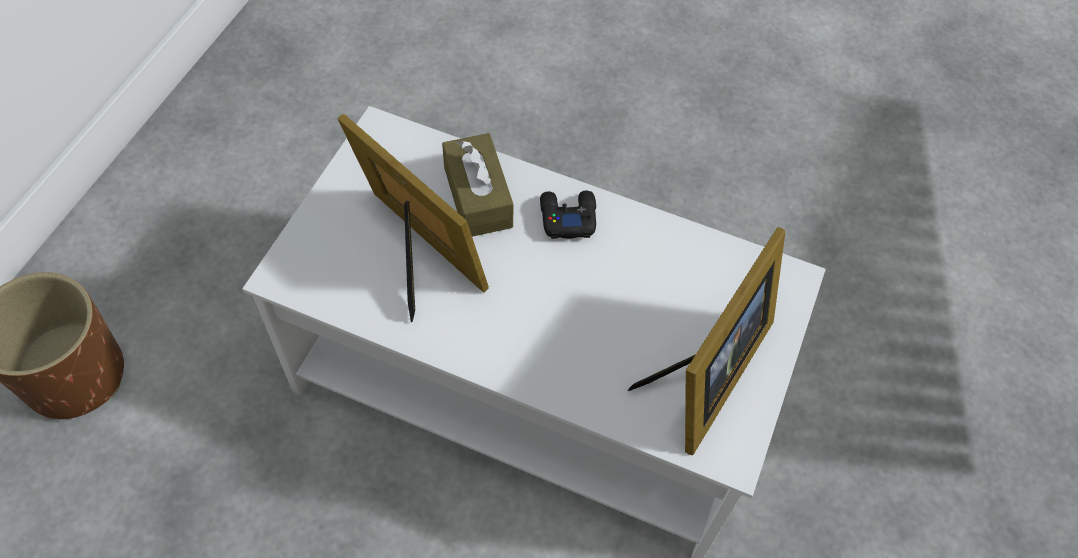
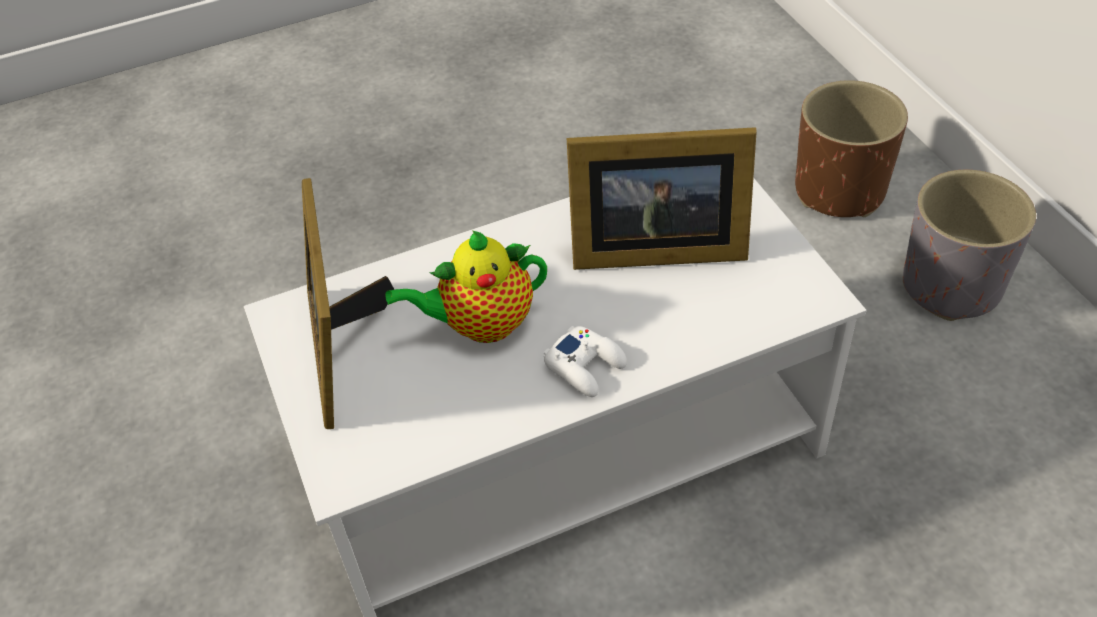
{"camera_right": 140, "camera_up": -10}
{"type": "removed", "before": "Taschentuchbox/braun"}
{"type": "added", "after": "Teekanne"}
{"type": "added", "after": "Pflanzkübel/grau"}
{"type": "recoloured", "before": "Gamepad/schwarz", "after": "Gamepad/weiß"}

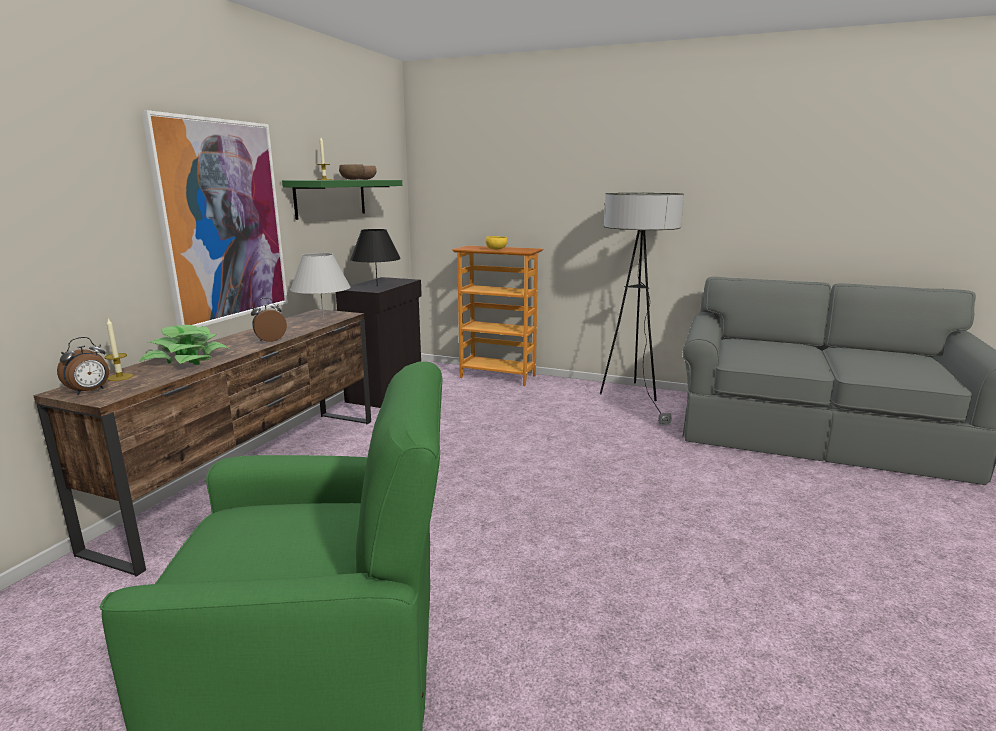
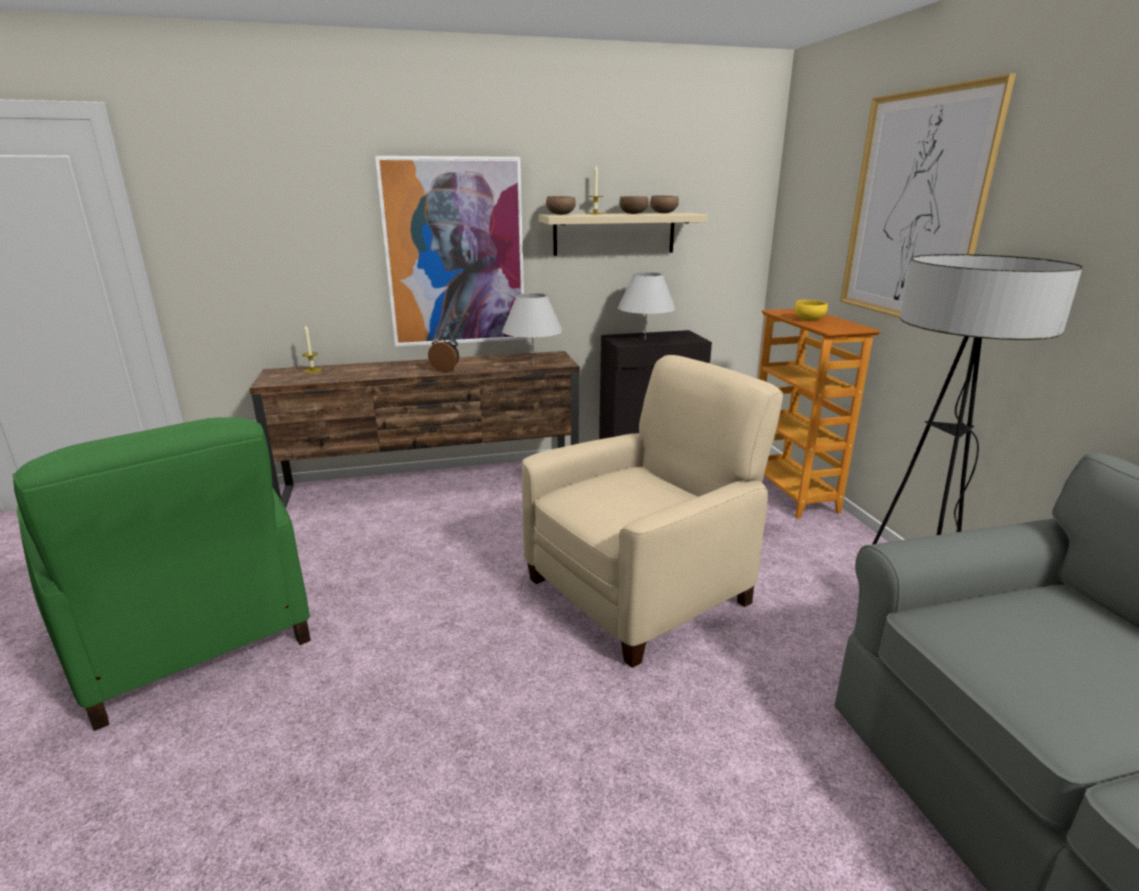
{"camera_right": 55, "camera_up": 5}
{"type": "removed", "before": "Wecker (1st from left)"}
{"type": "removed", "before": "Topfpflanze"}
{"type": "added", "after": "Sessel/beige"}
{"type": "added", "after": "Schüssel/braun (1st from left)"}
{"type": "added", "after": "Bild (2nd from left)"}
{"type": "recoloured", "before": "Wandregal/grün", "after": "Wandregal/beige"}
{"type": "recoloured", "before": "Tischlampe/schwarz", "after": "Tischlampe/weiß (2nd from left)"}

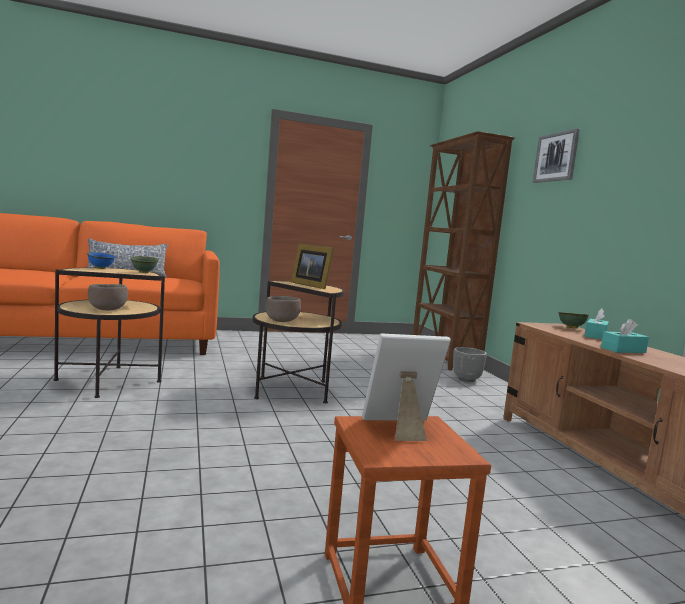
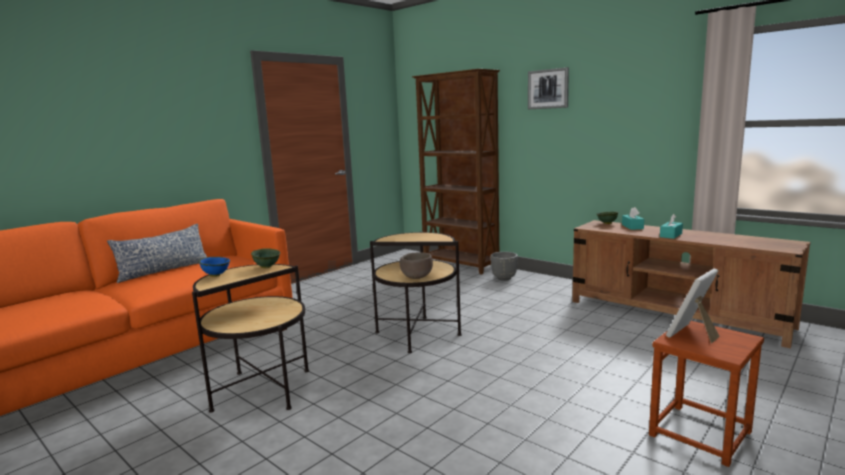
{"camera_right": -30, "camera_up": 5}
{"type": "removed", "before": "Schüssel/braun (1st from left)"}
{"type": "removed", "before": "Bilderrahmen (1st from left)"}

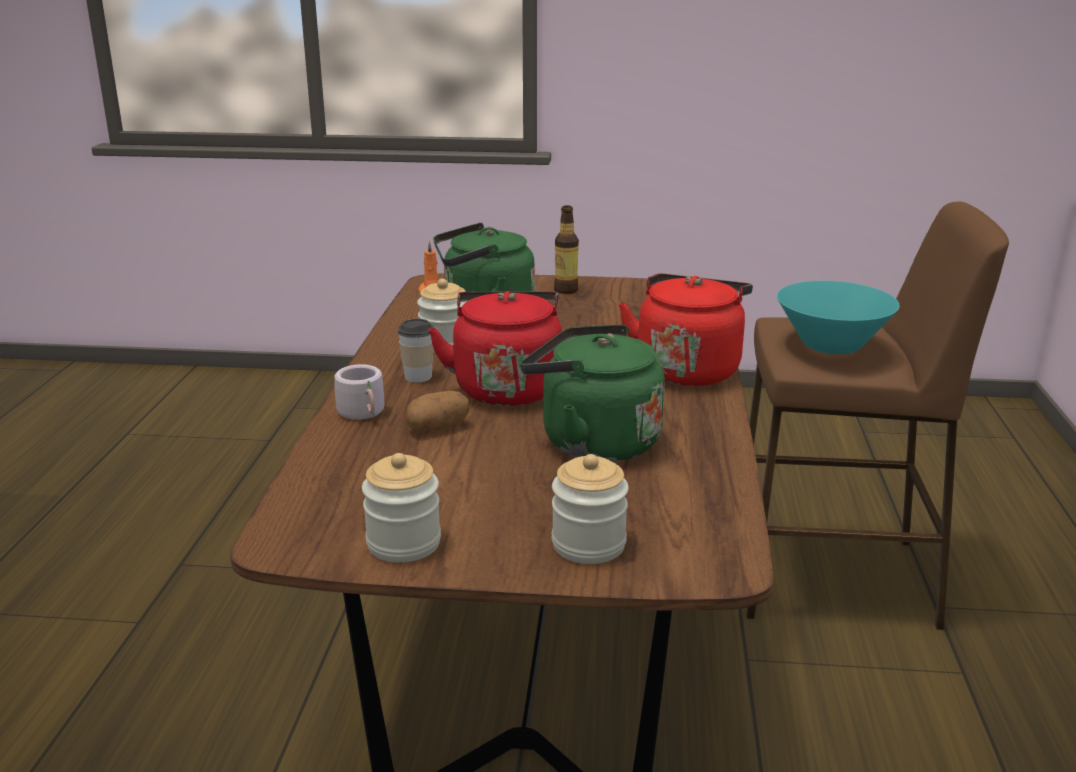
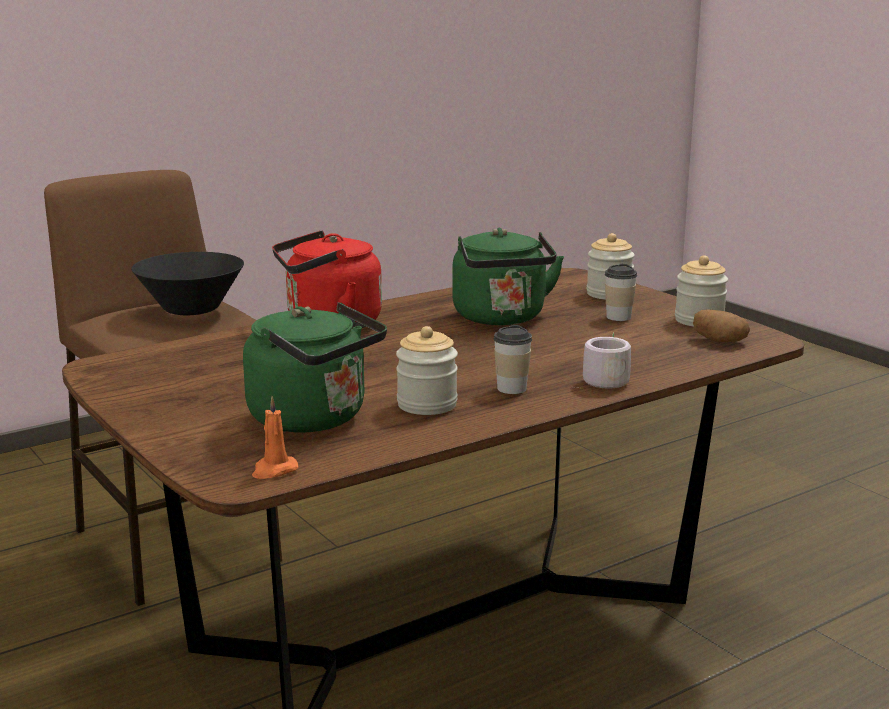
{"camera_right": -130, "camera_up": -5}
{"type": "removed", "before": "Wasserkessel/rot (1st from left)"}
{"type": "removed", "before": "Flasche"}
{"type": "added", "after": "Tasse (2nd from left)"}
{"type": "moved", "before": "Kartoffel"}
{"type": "recoloured", "before": "Schüssel/türkis", "after": "Schüssel/schwarz"}

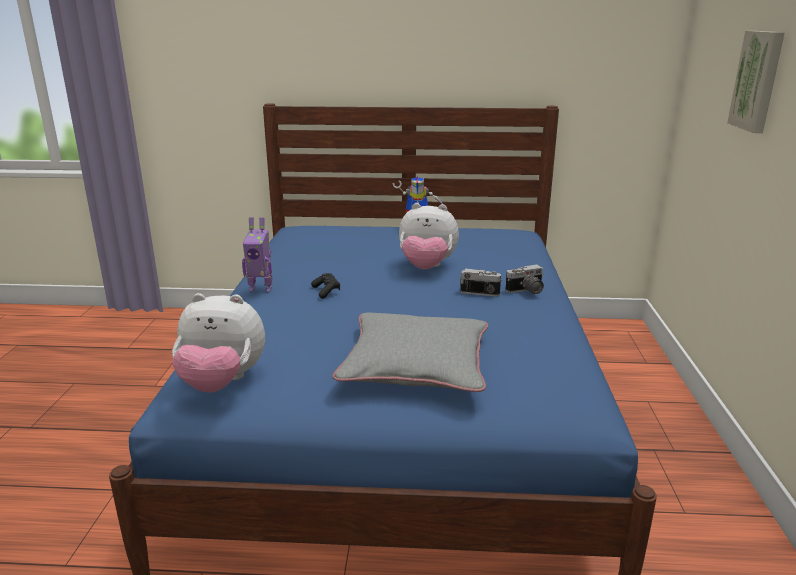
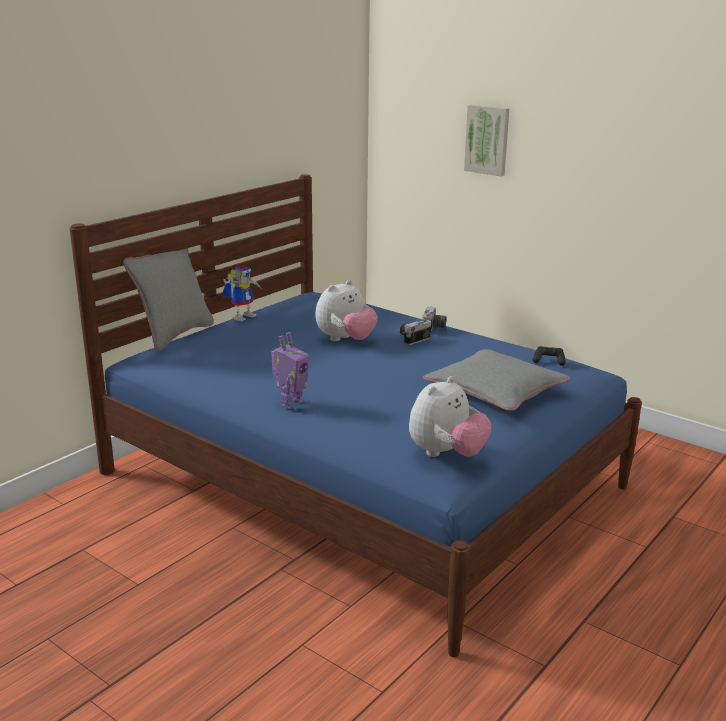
{"camera_right": -55, "camera_up": 0}
{"type": "added", "after": "Kissen/grau (1st from left)"}
{"type": "moved", "before": "Gamepad/schwarz"}

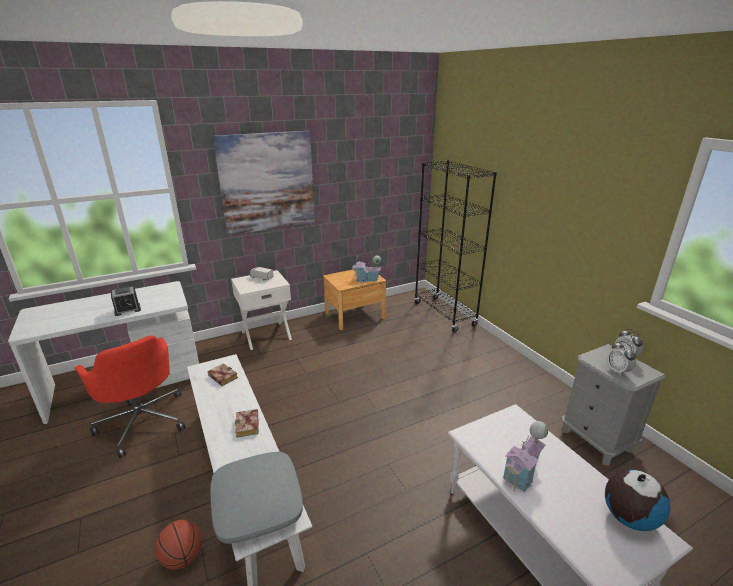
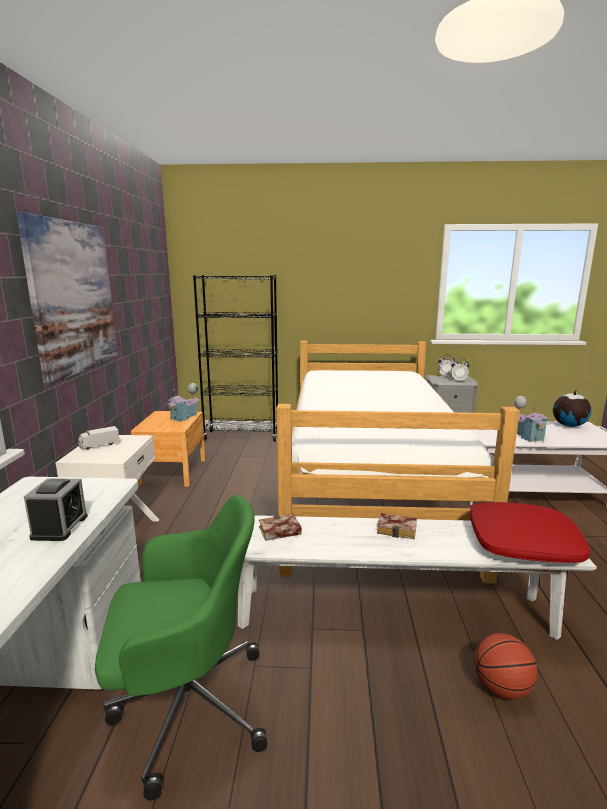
{"camera_right": -60, "camera_up": -10}
{"type": "added", "after": "Bett"}
{"type": "recoloured", "before": "Bürostuhl/rot", "after": "Bürostuhl/grün"}
{"type": "recoloured", "before": "Kissen/grau", "after": "Kissen/rot"}

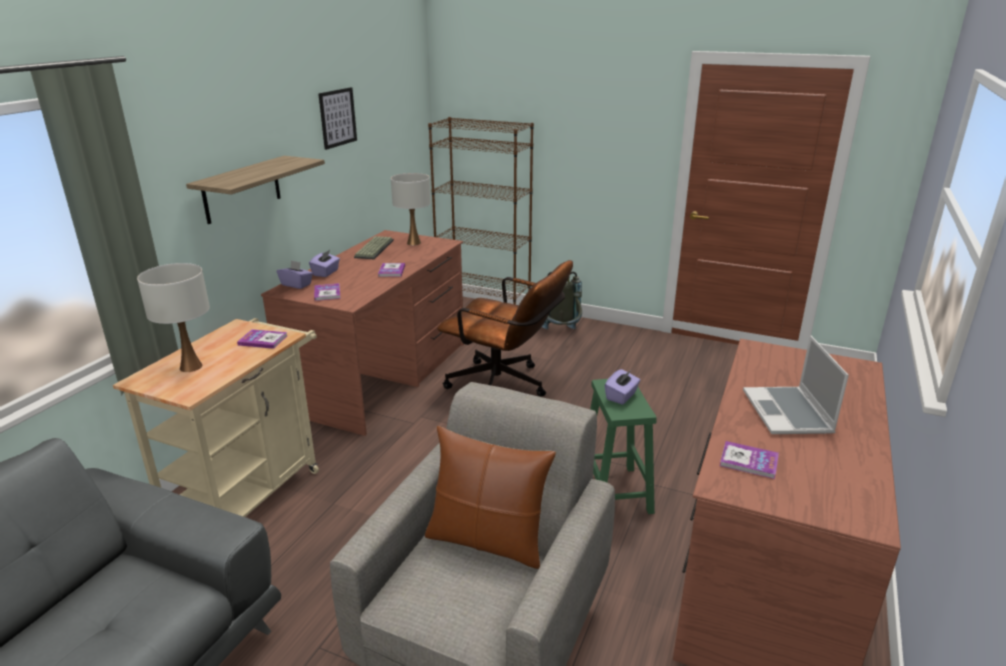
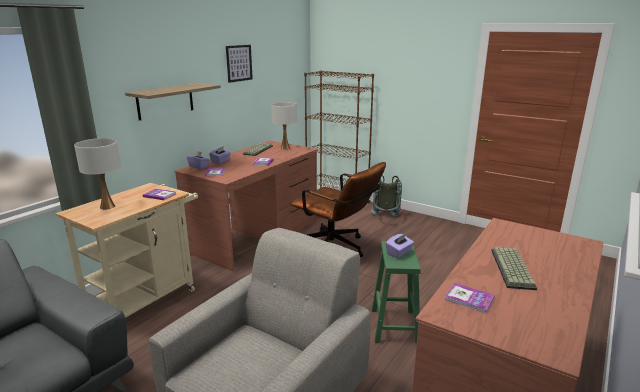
{"camera_right": 10, "camera_up": -5}
{"type": "removed", "before": "Kissen/braun"}
{"type": "replaced", "before": "Laptop", "after": "Tastatur (2nd from left)"}

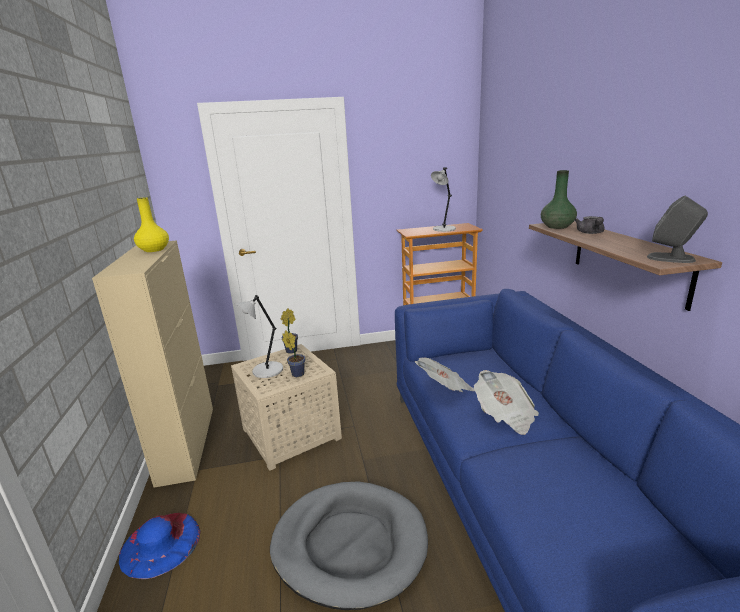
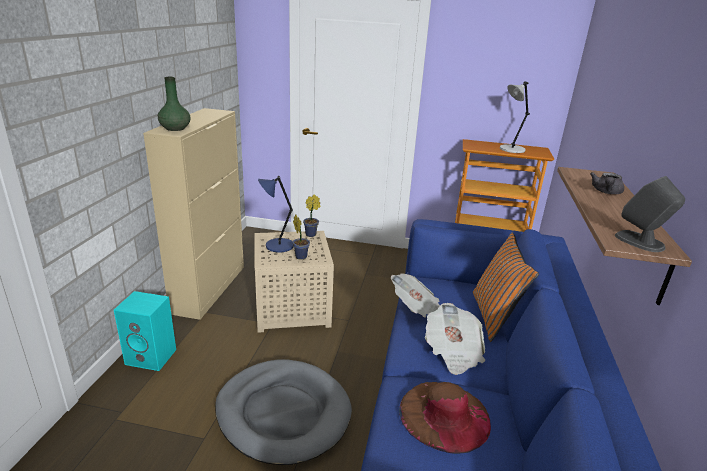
{"camera_right": 20, "camera_up": 5}
{"type": "removed", "before": "Vase/gelb"}
{"type": "added", "after": "Hut/braun"}
{"type": "added", "after": "Kissen/orange"}
{"type": "moved", "before": "Vase/grün"}
{"type": "replaced", "before": "Hut/blau", "after": "Lautsprecher/türkis"}
{"type": "recoloured", "before": "Tischlampe/grau (1st from left)", "after": "Tischlampe/blau"}

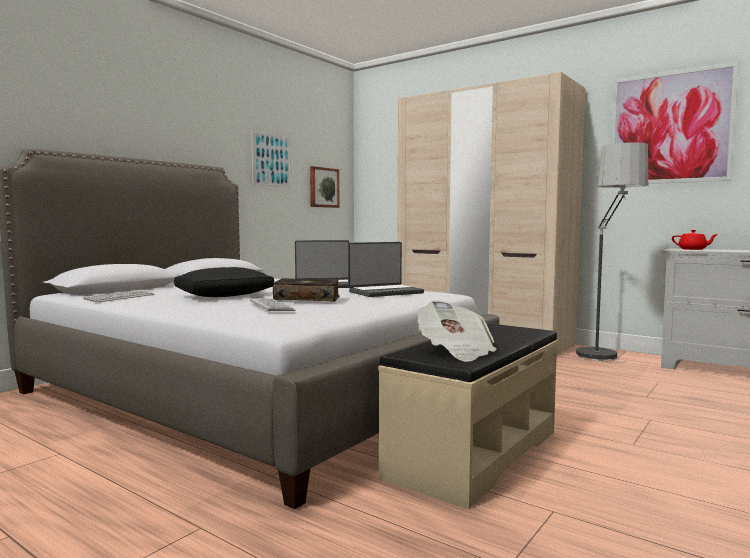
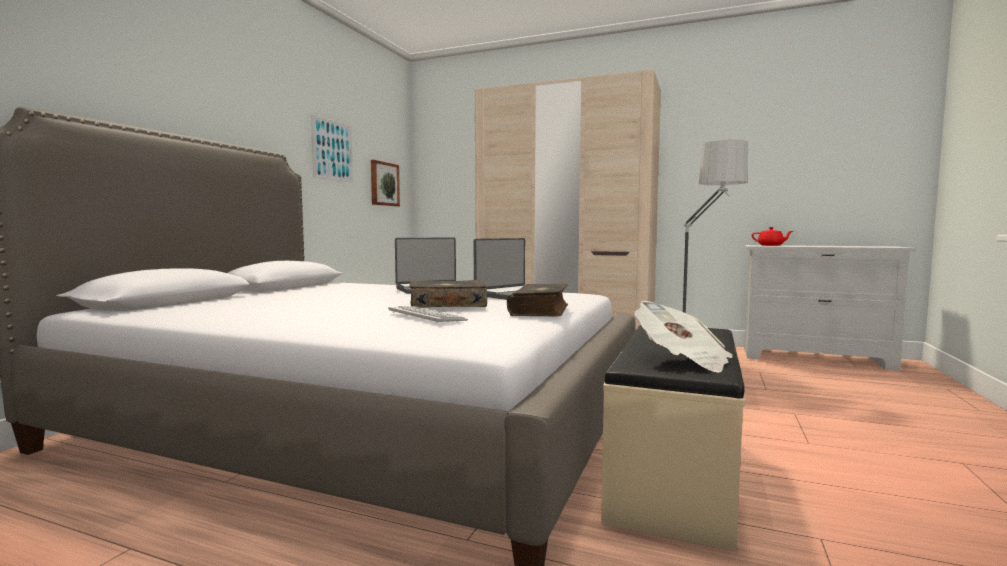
{"camera_right": -15, "camera_up": 0}
{"type": "removed", "before": "Tastatur (1st from left)"}
{"type": "removed", "before": "Kissen/schwarz"}
{"type": "removed", "before": "Bild (3rd from left)"}
{"type": "added", "after": "Buch (2nd from left)"}

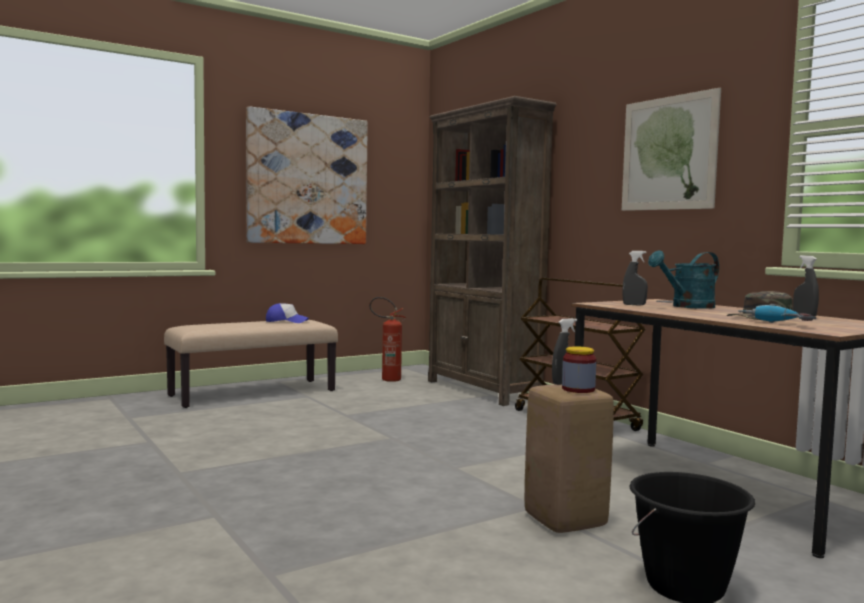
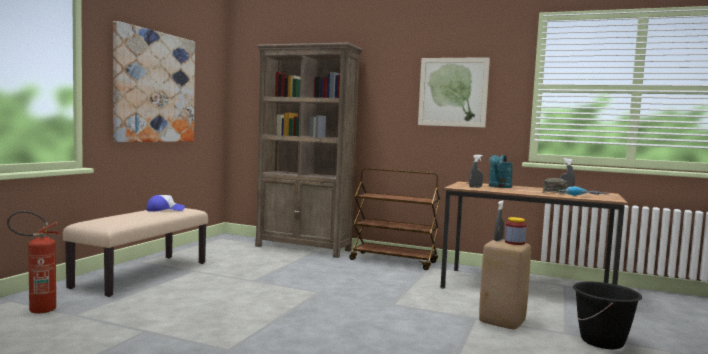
{"camera_right": -35, "camera_up": 0}
{"type": "moved", "before": "Feuerlöscher"}

